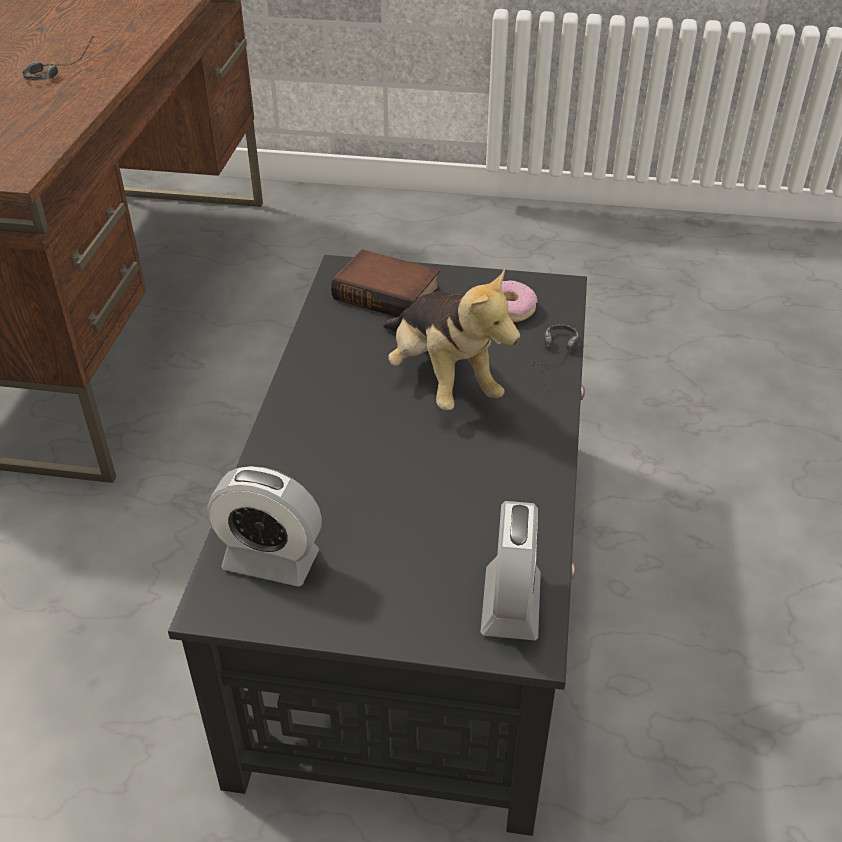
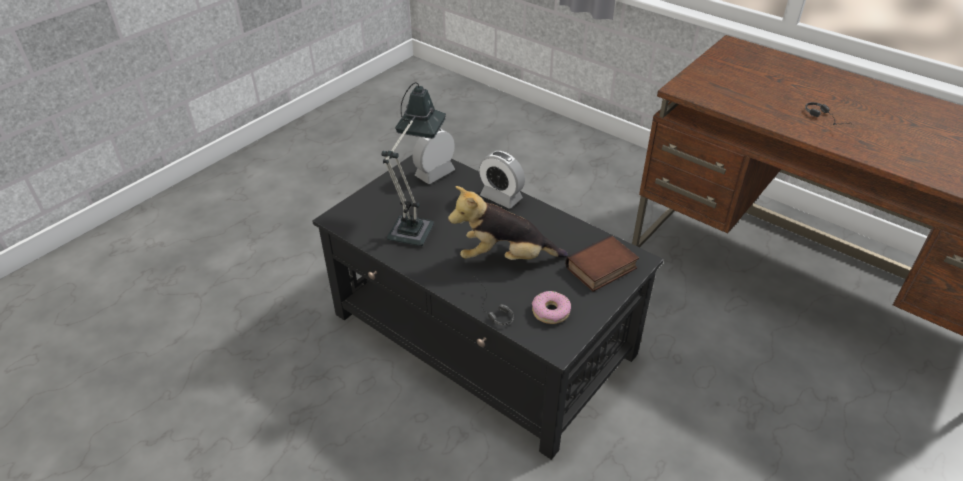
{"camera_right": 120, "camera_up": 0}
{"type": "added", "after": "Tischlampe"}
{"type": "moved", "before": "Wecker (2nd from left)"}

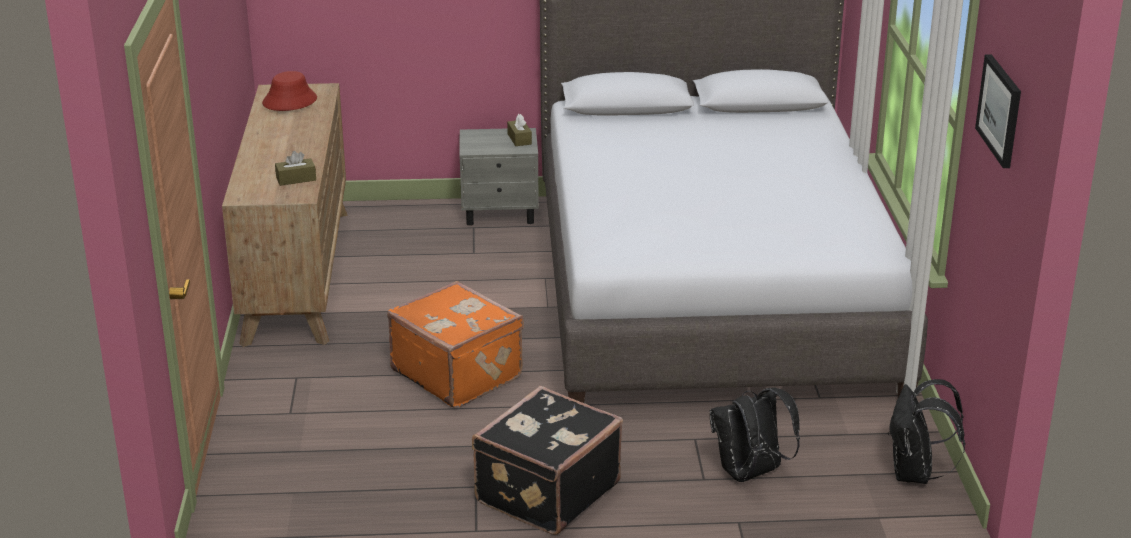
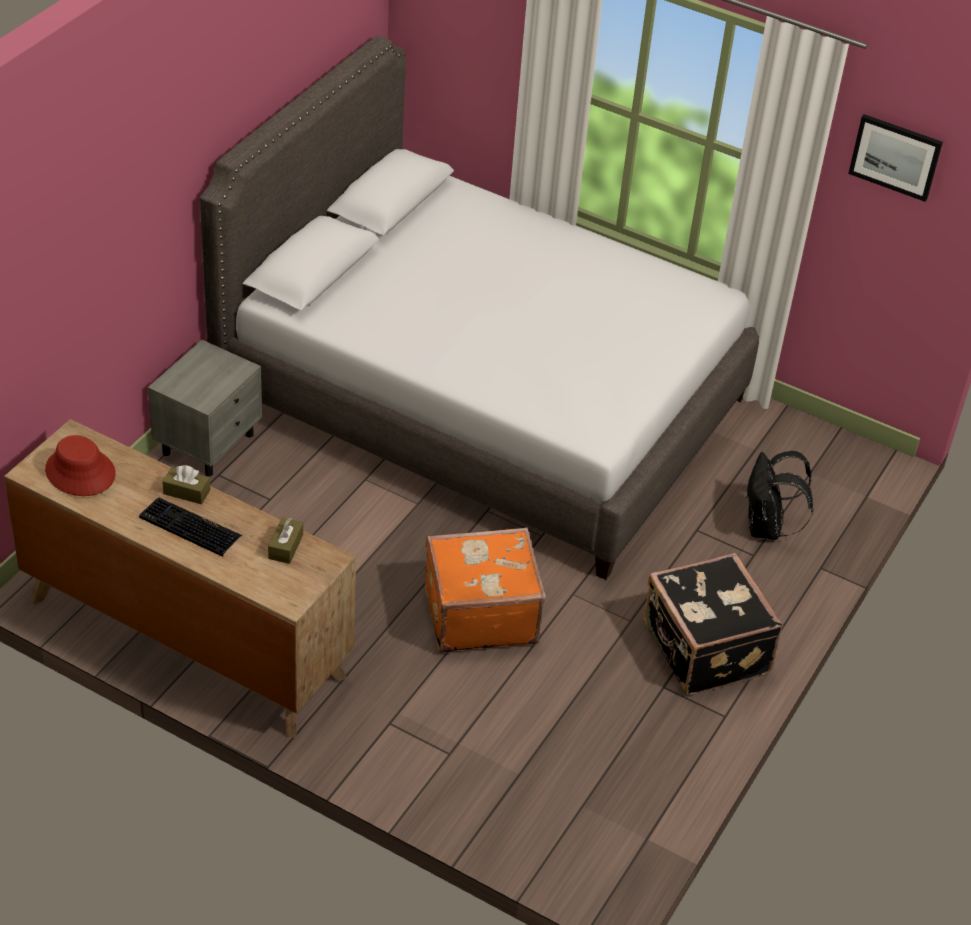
{"camera_right": -60, "camera_up": 15}
{"type": "removed", "before": "Rucksack/schwarz (2nd from left)"}
{"type": "added", "after": "Tastatur"}
{"type": "moved", "before": "Taschentuchbox/braun (2nd from left in the first image)", "after": "Taschentuchbox/braun (1st from left)"}

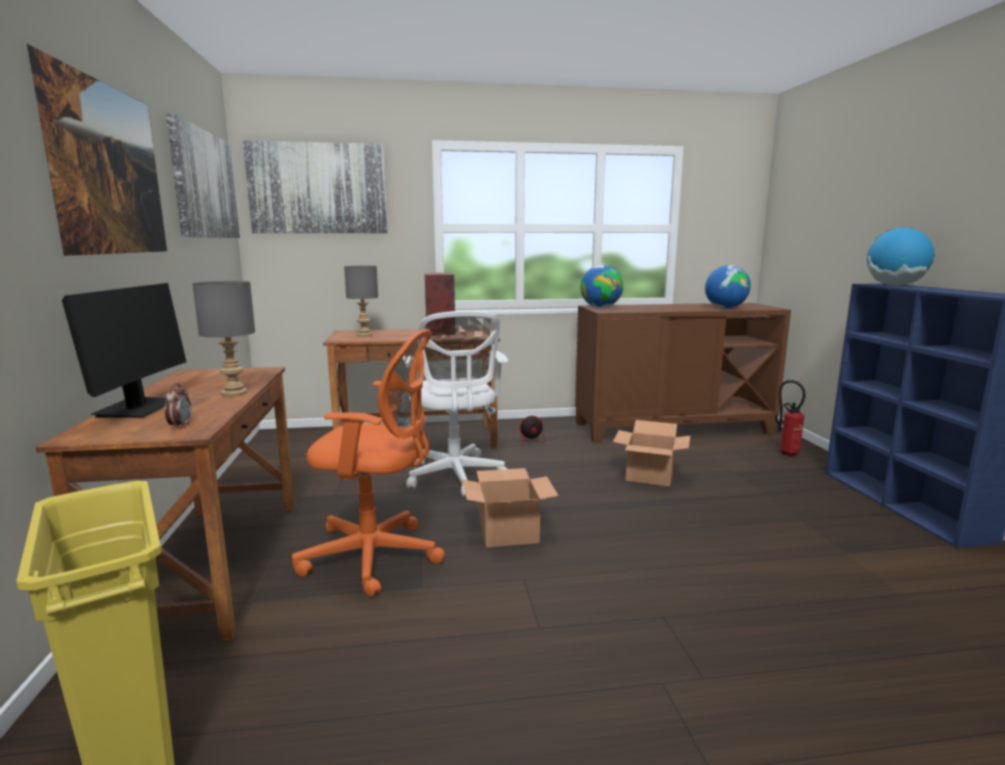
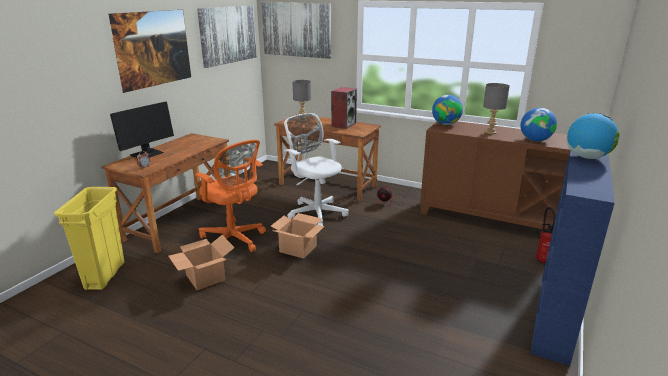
{"camera_right": 35, "camera_up": 10}
{"type": "moved", "before": "Tischlampe/grau (1st from left in the first image)", "after": "Tischlampe/grau (2nd from left)"}
{"type": "moved", "before": "Karton (2nd from left in the first image)", "after": "Karton (1st from left)"}
{"type": "turned", "before": "Bürostuhl/weiß", "turn": 120}

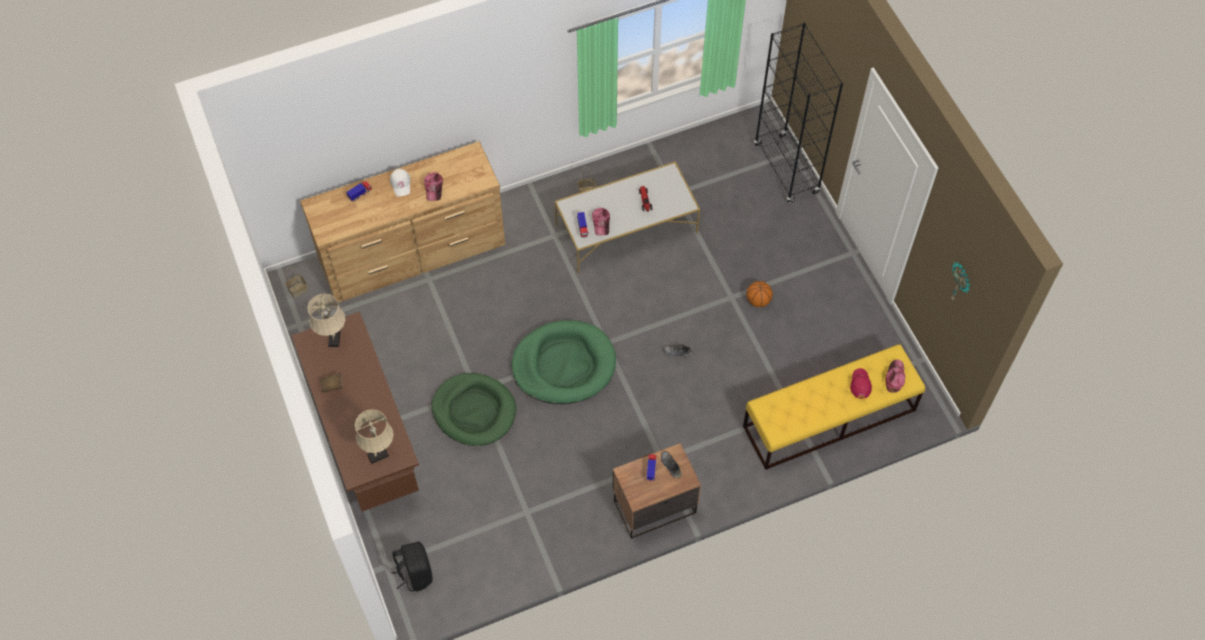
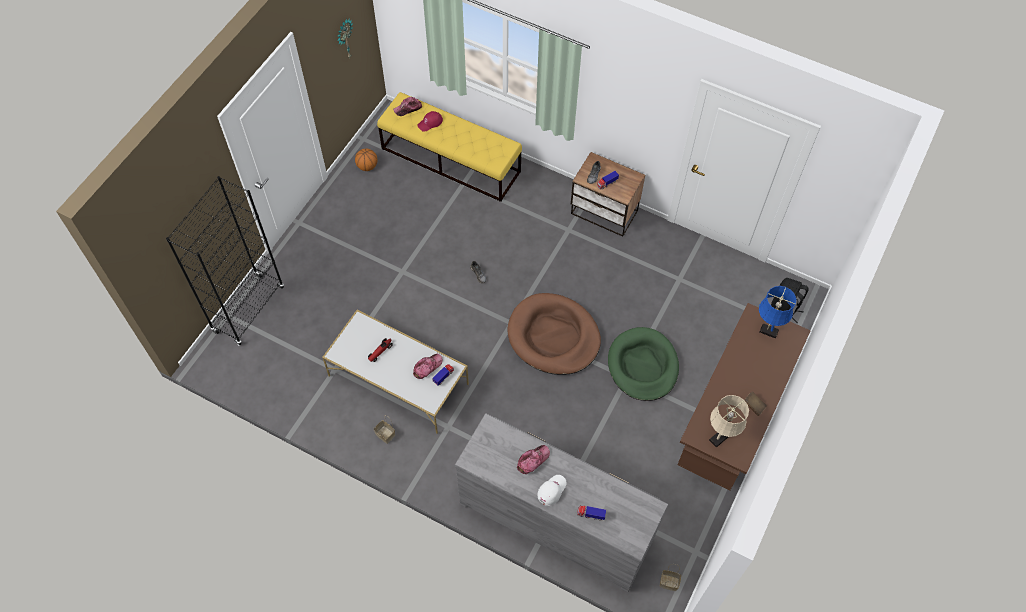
{"camera_right": -130, "camera_up": 0}
{"type": "moved", "before": "Basketball"}
{"type": "recoloured", "before": "Kommode/braun", "after": "Kommode/grau"}
{"type": "recoloured", "before": "Tischlampe/beige (2nd from left)", "after": "Tischlampe/blau"}
{"type": "recoloured", "before": "Hundebett/grün (2nd from left)", "after": "Hundebett/braun"}

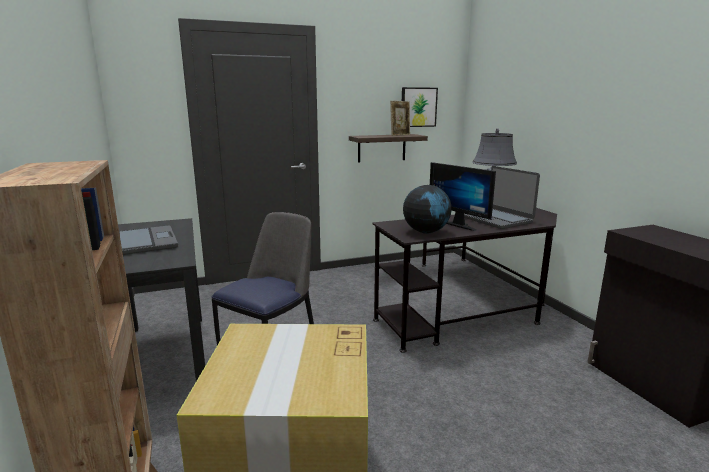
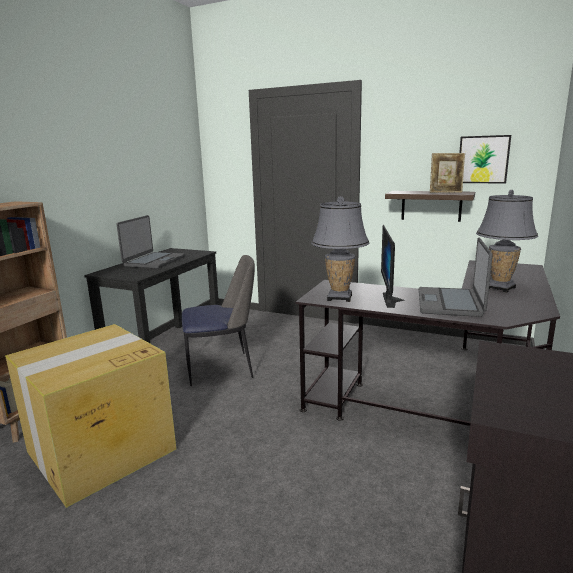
{"camera_right": 45, "camera_up": 0}
{"type": "replaced", "before": "Globus", "after": "Tischlampe/grau (1st from left)"}

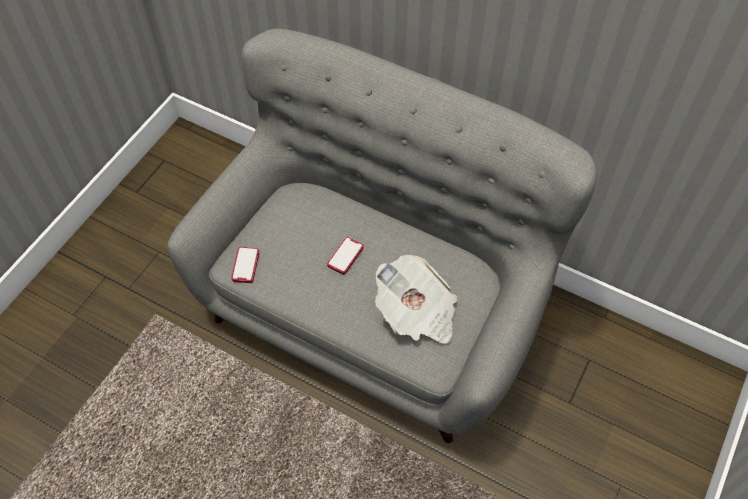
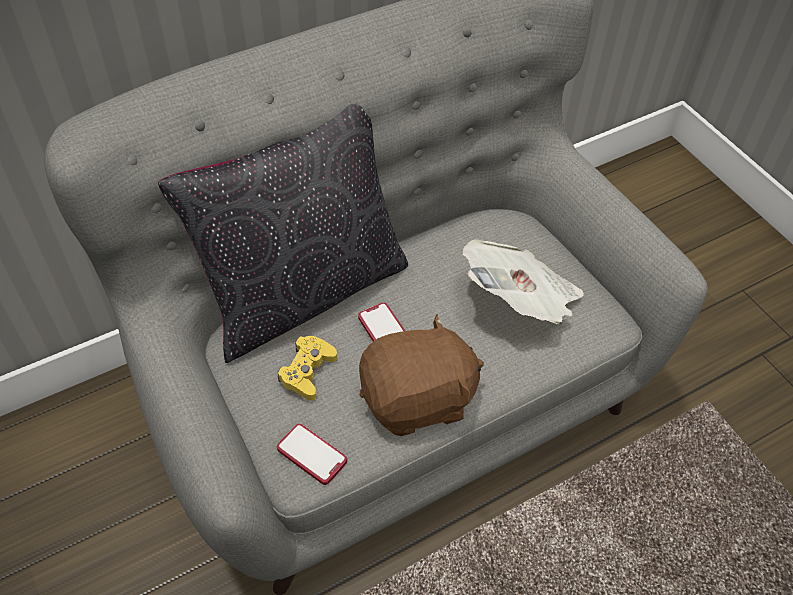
{"camera_right": -60, "camera_up": -5}
{"type": "added", "after": "Kissen/schwarz"}
{"type": "added", "after": "Gamepad/gelb"}
{"type": "added", "after": "Plüschtier/braun"}

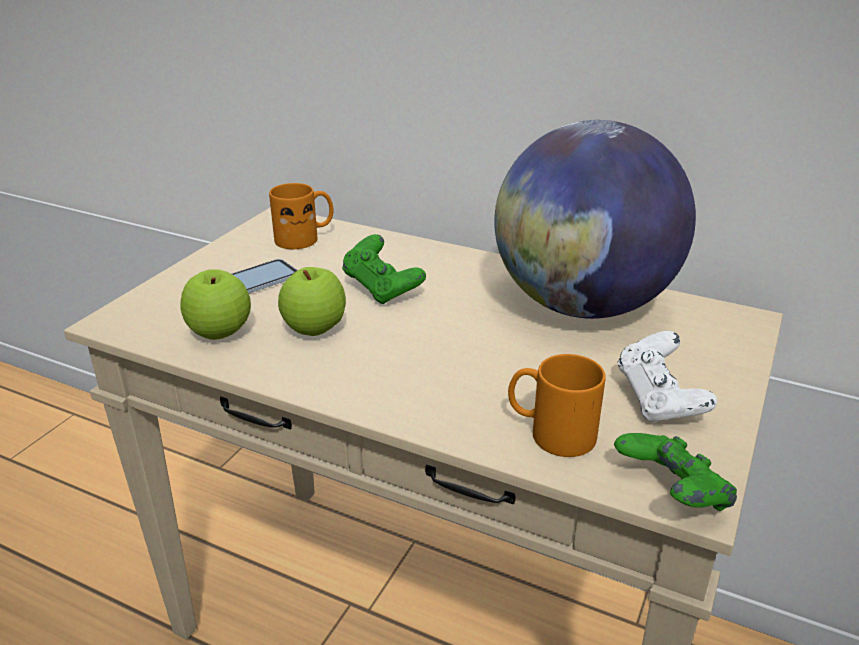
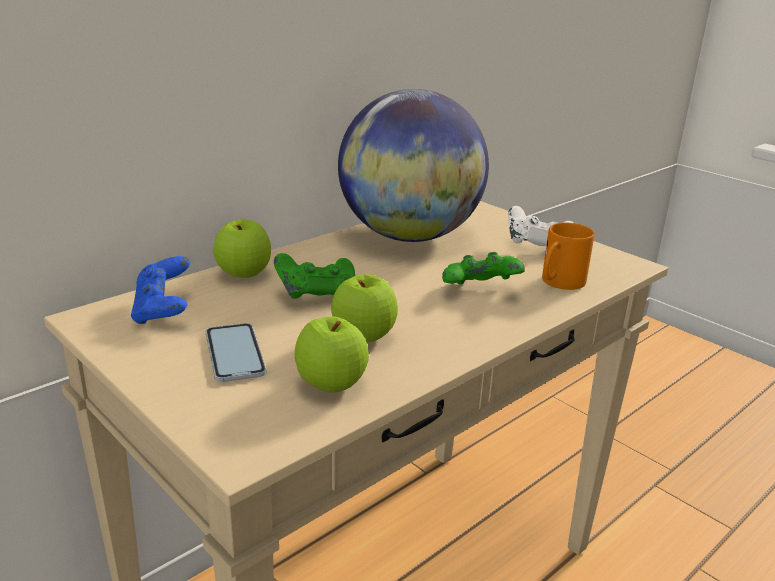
{"camera_right": -70, "camera_up": -5}
{"type": "added", "after": "Apfel (1st from left)"}
{"type": "moved", "before": "Gamepad/grün (2nd from left)"}
{"type": "replaced", "before": "Henkelbecher/orange (1st from left)", "after": "Gamepad/blau"}

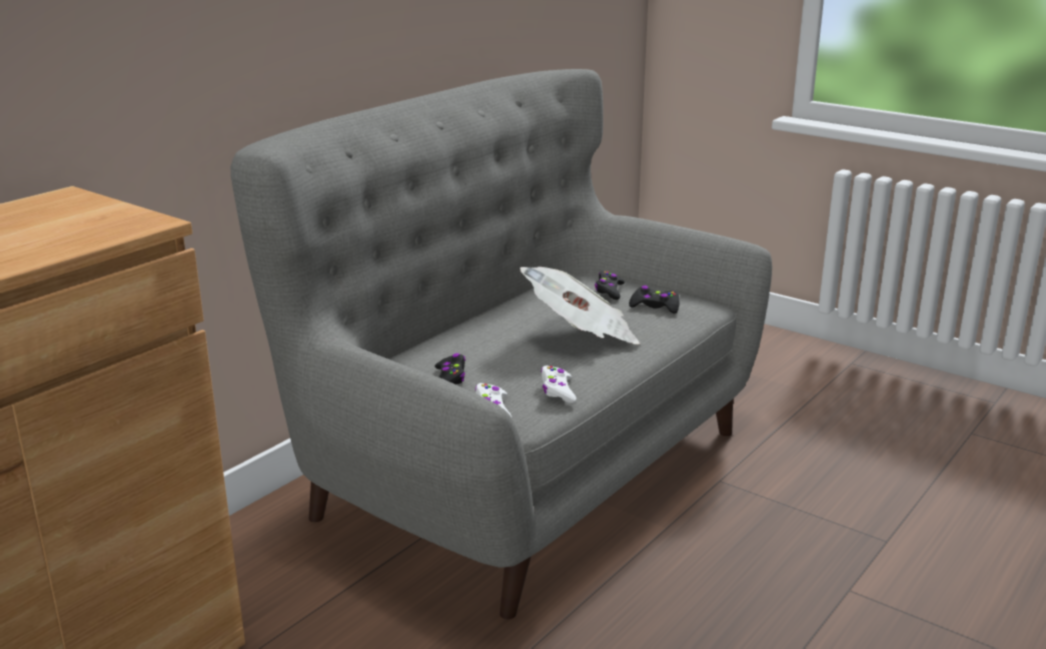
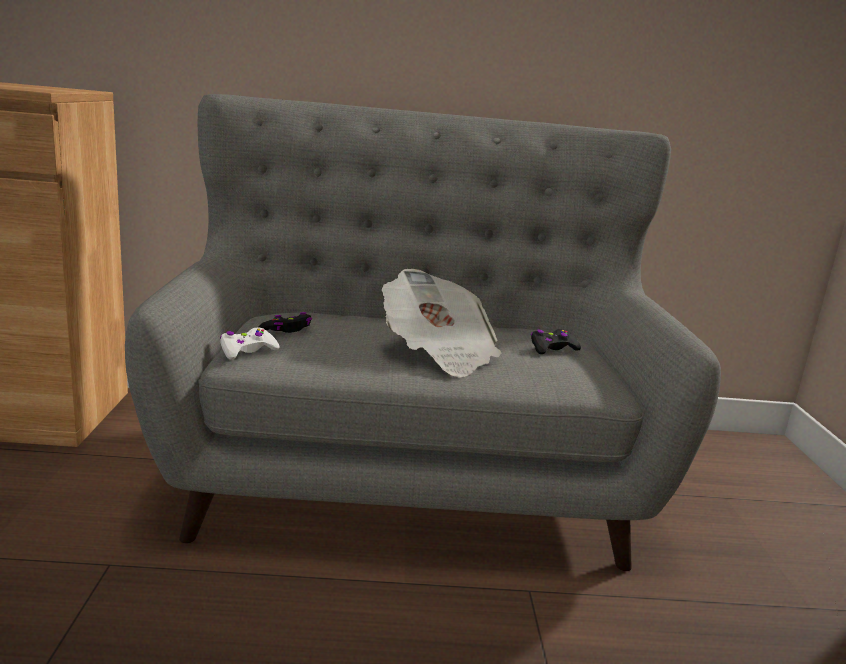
{"camera_right": 50, "camera_up": -5}
{"type": "removed", "before": "Gamepad/weiß (2nd from left)"}
{"type": "removed", "before": "Gamepad/schwarz (3rd from left)"}

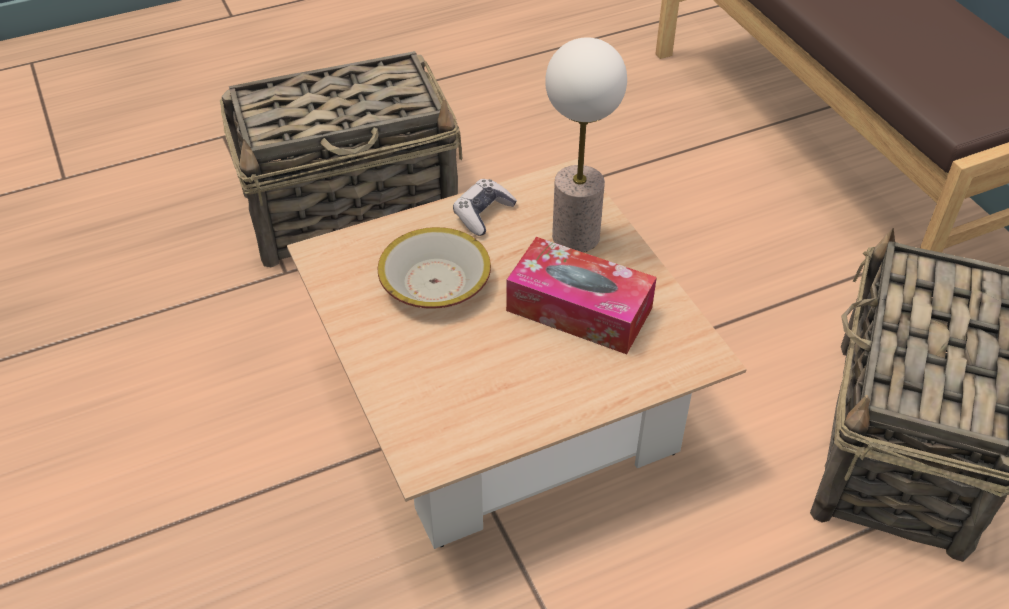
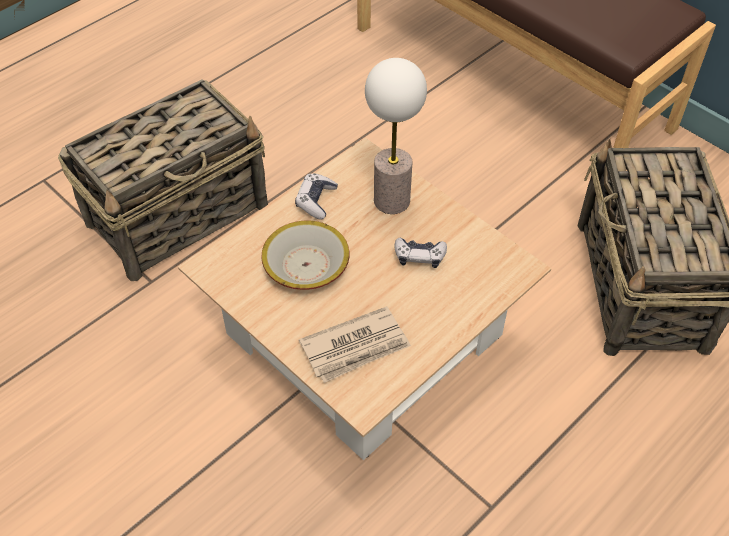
{"camera_right": -20, "camera_up": 5}
{"type": "added", "after": "Zeitung"}
{"type": "replaced", "before": "Taschentuchbox", "after": "Gamepad (2nd from left)"}

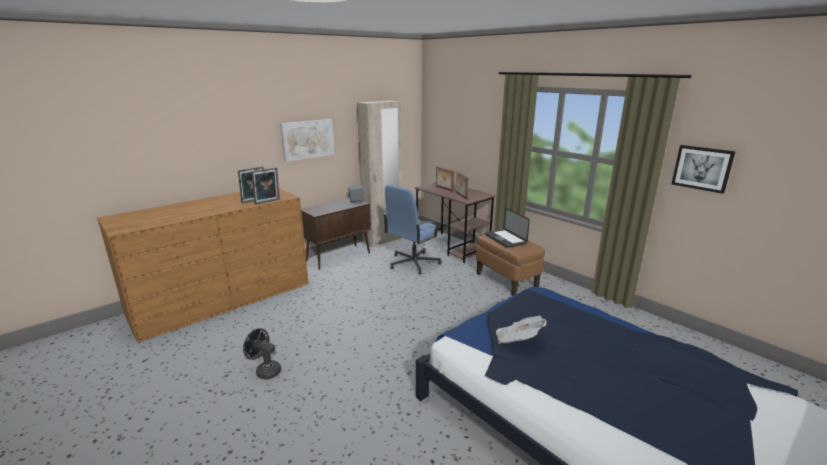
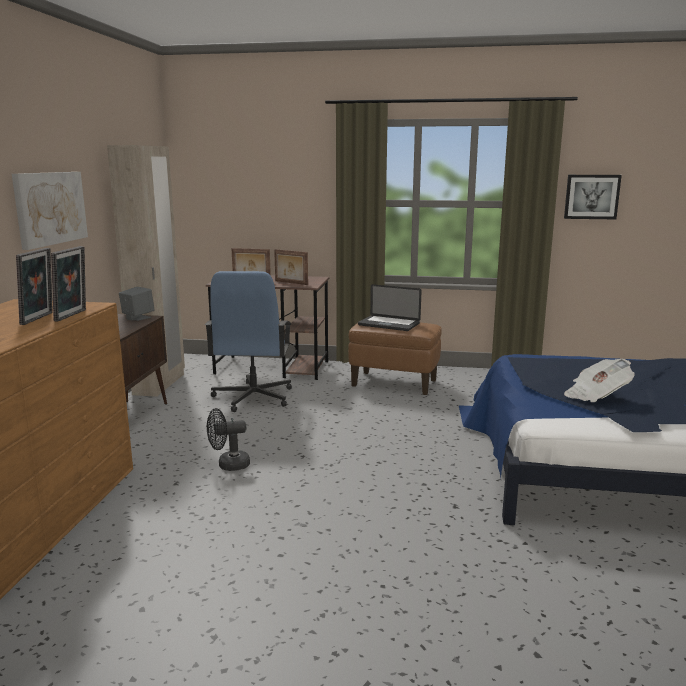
{"camera_right": -40, "camera_up": -5}
{"type": "moved", "before": "Ventilator/schwarz"}

